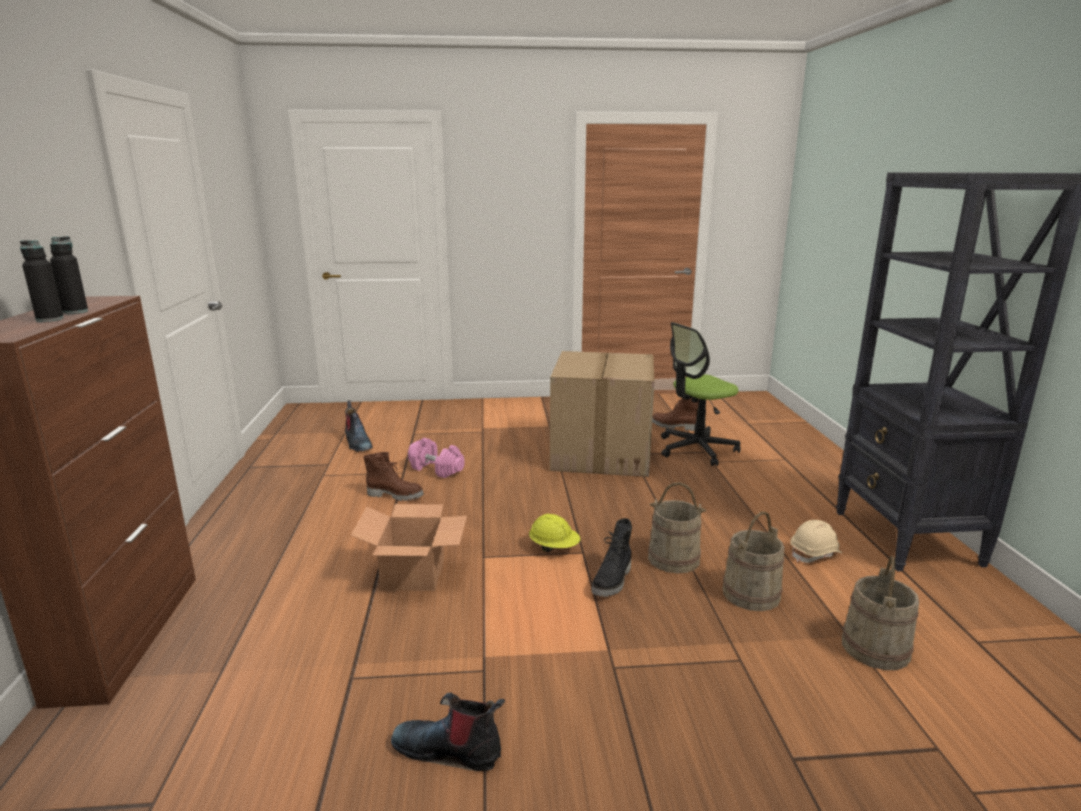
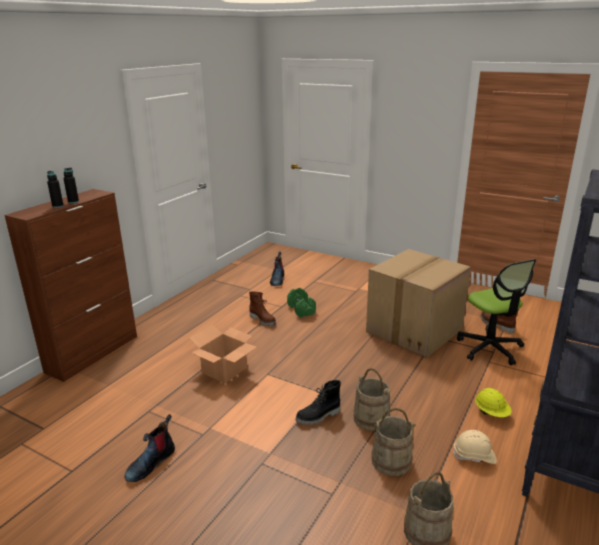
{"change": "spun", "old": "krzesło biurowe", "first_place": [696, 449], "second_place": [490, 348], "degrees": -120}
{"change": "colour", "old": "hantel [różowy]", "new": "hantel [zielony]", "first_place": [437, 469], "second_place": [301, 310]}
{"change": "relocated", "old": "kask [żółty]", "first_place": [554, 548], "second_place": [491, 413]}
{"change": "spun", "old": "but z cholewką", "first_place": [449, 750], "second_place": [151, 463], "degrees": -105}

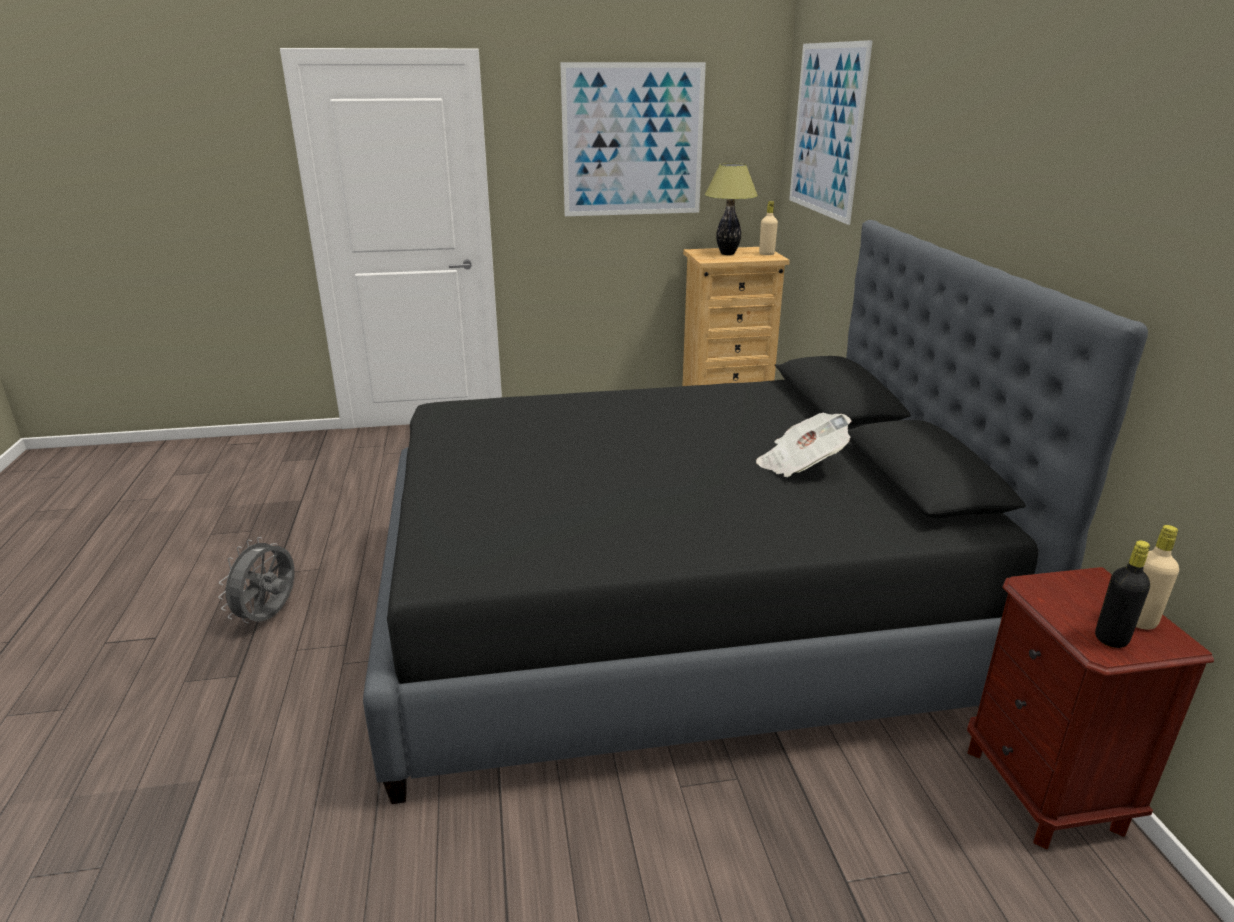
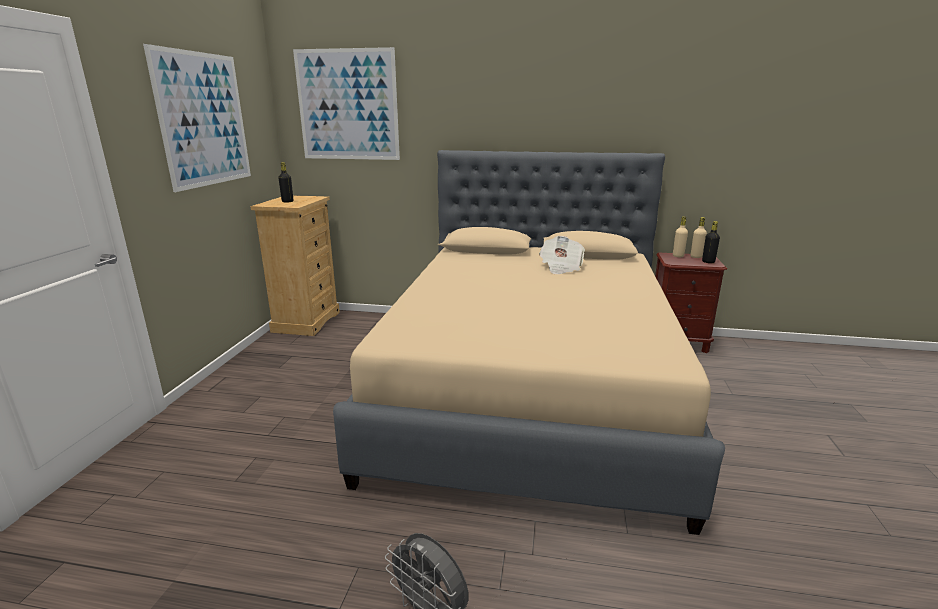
{"change": "exchanged", "old": "lampa stołowa", "new": "butelka [czarny]", "first_place": [727, 254], "second_place": [287, 201]}
{"change": "relocated", "old": "butelka [beżowy]", "first_place": [766, 254], "second_place": [678, 256]}
{"change": "colour", "old": "łóżko [czarny]", "new": "łóżko [beżowy]", "first_place": [674, 612], "second_place": [530, 390]}

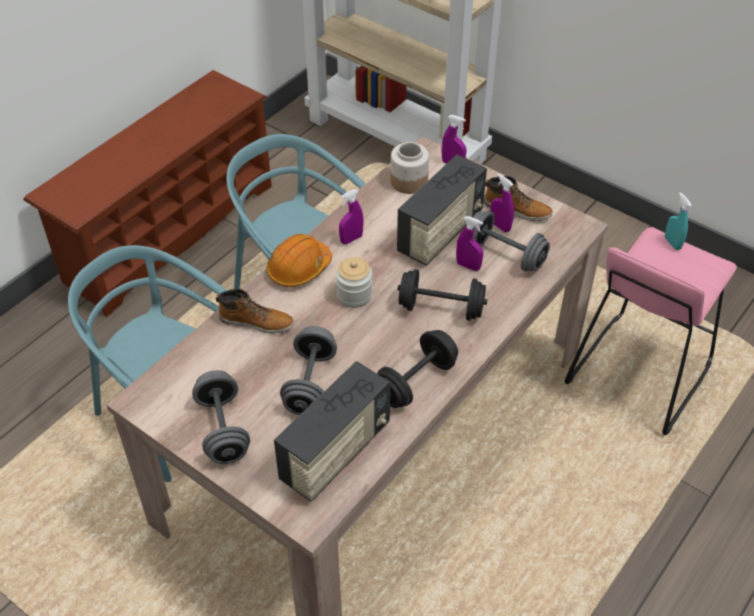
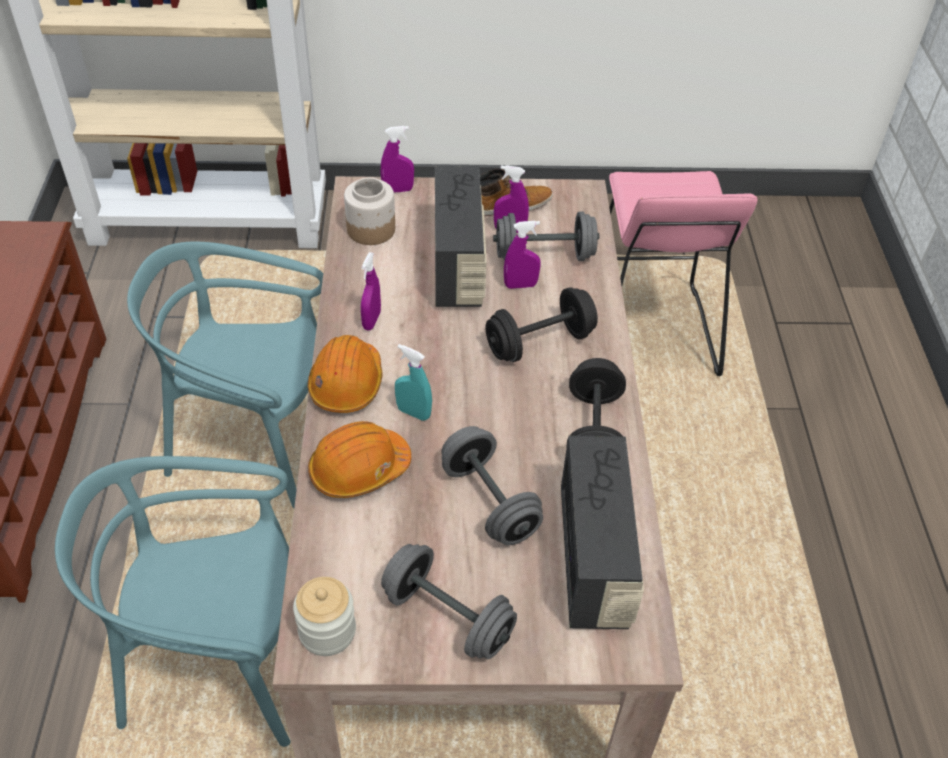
{"change": "relocated", "old": "spryskiwacz [turkusowy]", "first_place": [672, 243], "second_place": [413, 413]}
{"change": "relocated", "old": "słoik", "first_place": [354, 295], "second_place": [327, 631]}
{"change": "exchanged", "old": "but z cholewką", "new": "kask [pomarańczowy]", "first_place": [257, 321], "second_place": [359, 469]}

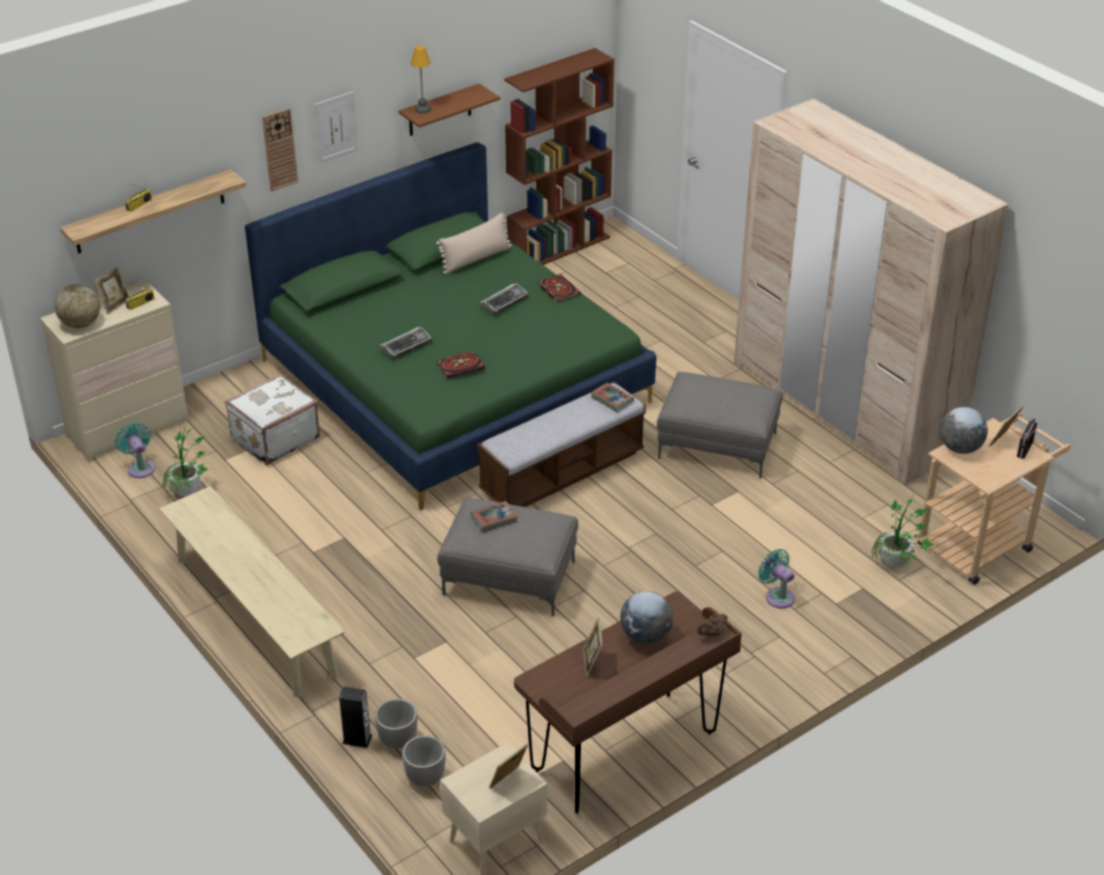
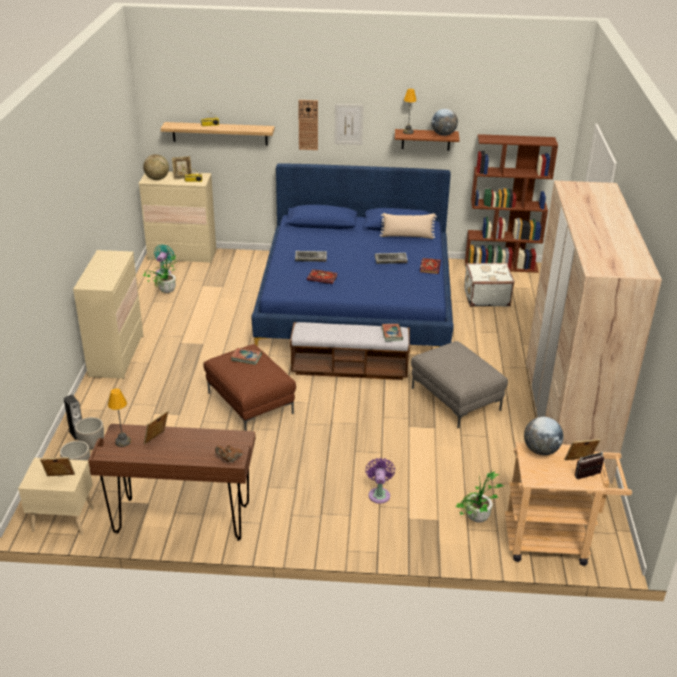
{"change": "colour", "old": "łóżko [zielony]", "new": "łóżko [niebieski]", "first_place": [454, 381], "second_place": [356, 301]}
{"change": "relocated", "old": "walizka [biały]", "first_place": [274, 438], "second_place": [486, 297]}
{"change": "exchanged", "old": "ławka [beżowy]", "new": "komoda [beżowy]", "first_place": [255, 616], "second_place": [116, 356]}
{"change": "colour", "old": "pufa [szary]", "new": "pufa [brązowy]", "first_place": [507, 579], "second_place": [249, 403]}
{"change": "colour", "old": "wentylator [turkusowy]", "new": "wentylator [fioletowy]", "first_place": [777, 596], "second_place": [379, 494]}
{"change": "relocated", "old": "globus", "first_place": [646, 636], "second_place": [443, 134]}
{"change": "appeared", "new": "lampa stołowa", "second_place": [123, 441]}

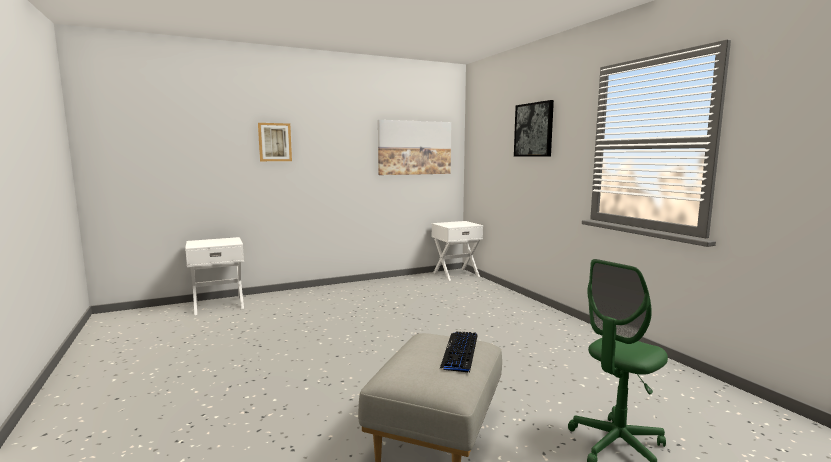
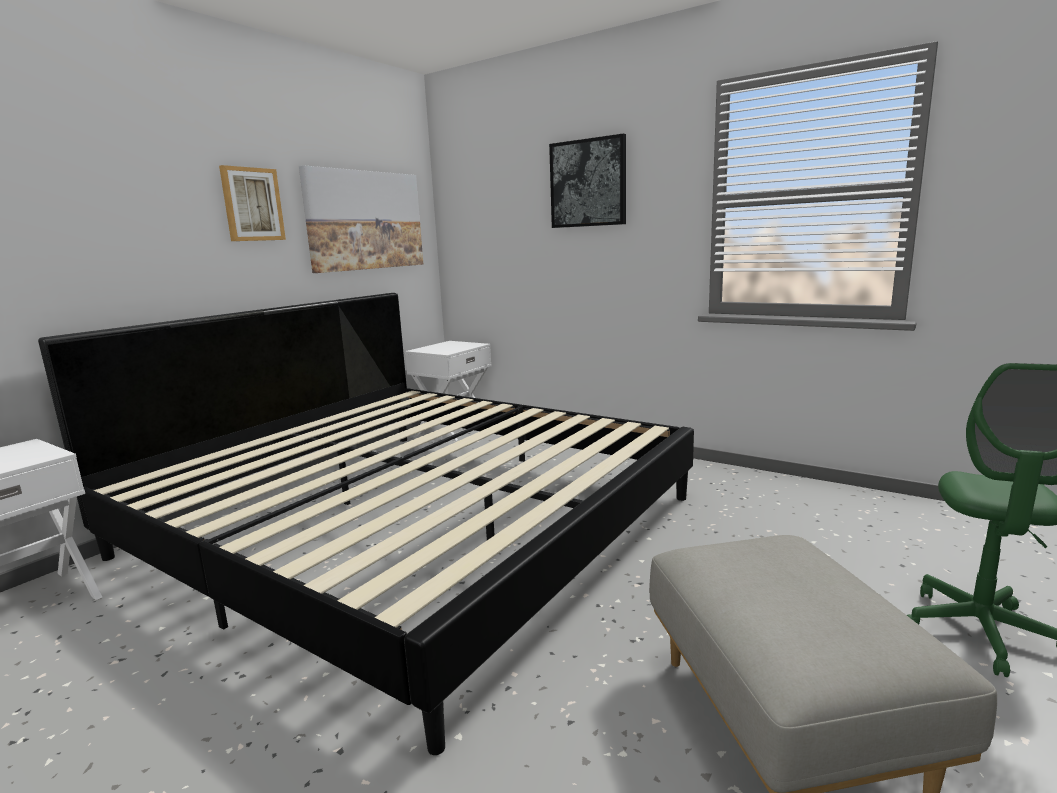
{"change": "relocated", "old": "obraz", "first_place": [275, 142], "second_place": [252, 204]}
{"change": "missing", "old": "klawiatura", "first_place": [460, 352]}
{"change": "appeared", "new": "łóżko", "second_place": [412, 525]}

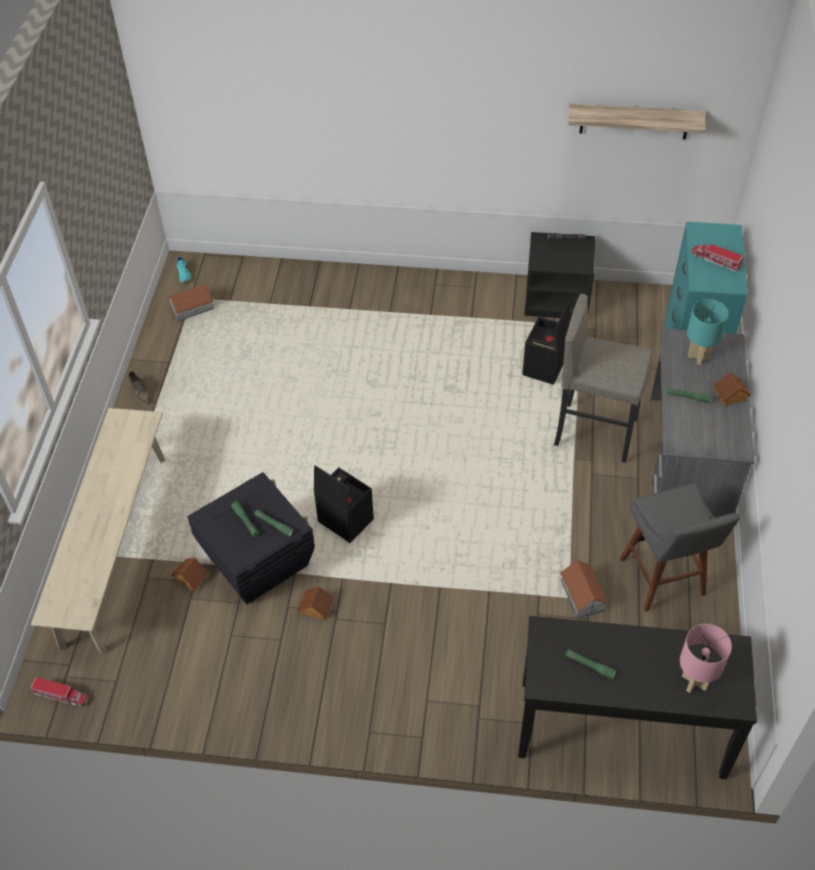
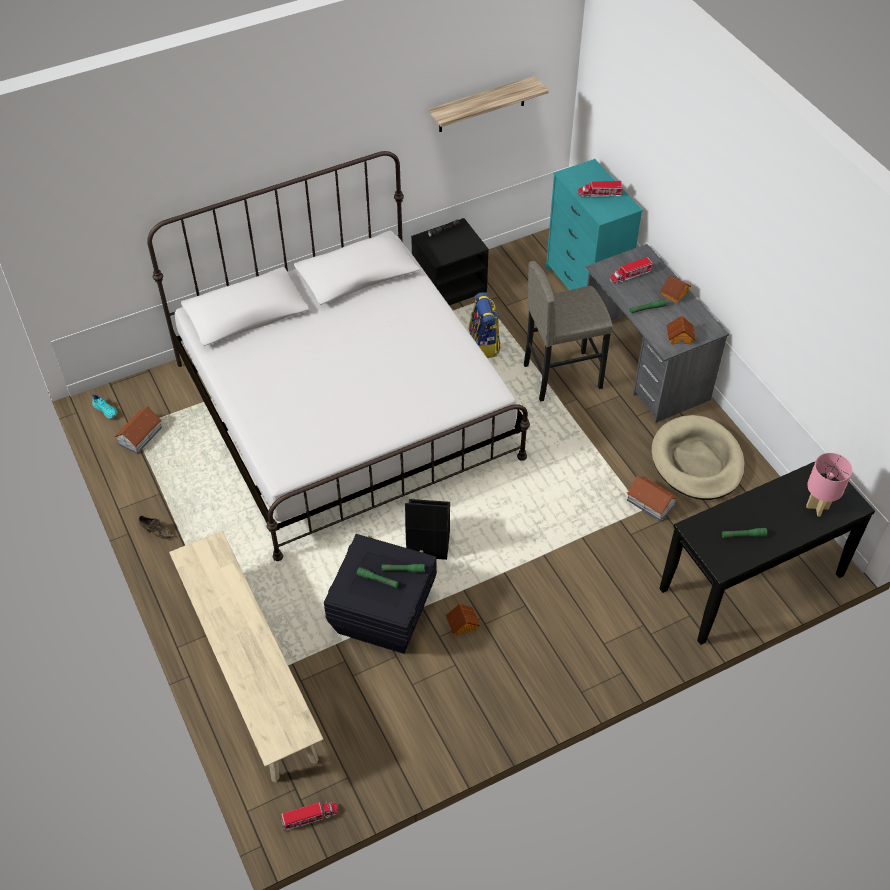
{"change": "exchanged", "old": "lampa stołowa [turkusowy]", "new": "ciężarówka zabawkowa", "first_place": [698, 357], "second_place": [630, 275]}
{"change": "exchanged", "old": "pojemnik do przechowywania [czarny]", "new": "plecak", "first_place": [544, 368], "second_place": [484, 345]}
{"change": "exchanged", "old": "stołek [szary]", "new": "legowisko [beżowy]", "first_place": [664, 580], "second_place": [697, 461]}
{"change": "relocated", "old": "domek", "first_place": [191, 577], "second_place": [680, 337]}
{"change": "appeared", "new": "łóżko [biały]", "second_place": [345, 409]}

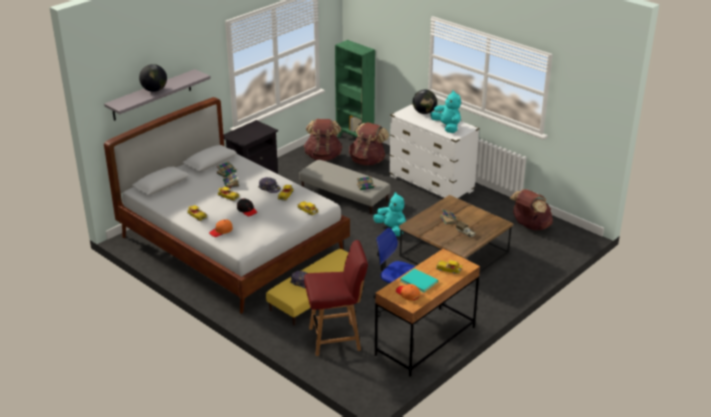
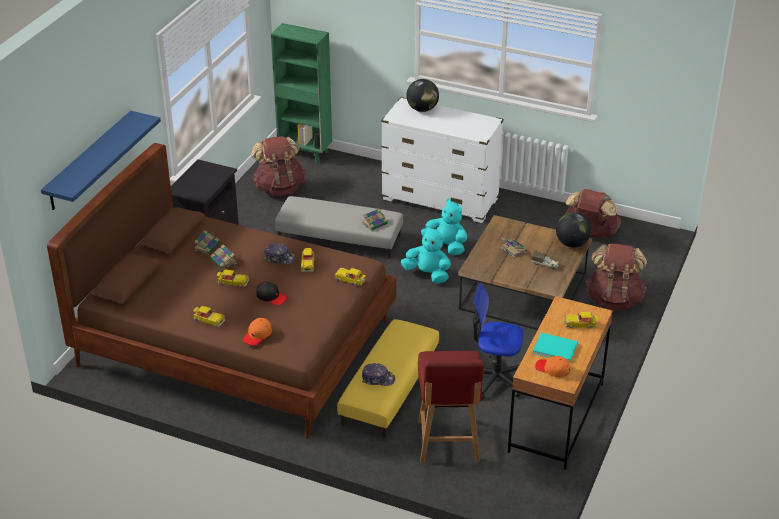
{"change": "relocated", "old": "globus", "first_place": [154, 90], "second_place": [572, 244]}
{"change": "colour", "old": "półka [szary]", "new": "półka [niebieski]", "first_place": [152, 95], "second_place": [89, 161]}
{"change": "relocated", "old": "pluszak [turkusowy]", "first_place": [447, 127], "second_place": [446, 246]}
{"change": "colour", "old": "łóżko [biały]", "new": "łóżko [brązowy]", "first_place": [232, 245], "second_place": [236, 344]}
{"change": "relocated", "old": "plecak [brązowy]", "first_place": [368, 161], "second_place": [614, 300]}
{"change": "spun", "old": "krzesło [czerwony]", "first_place": [336, 338], "second_place": [448, 442], "degrees": 120}

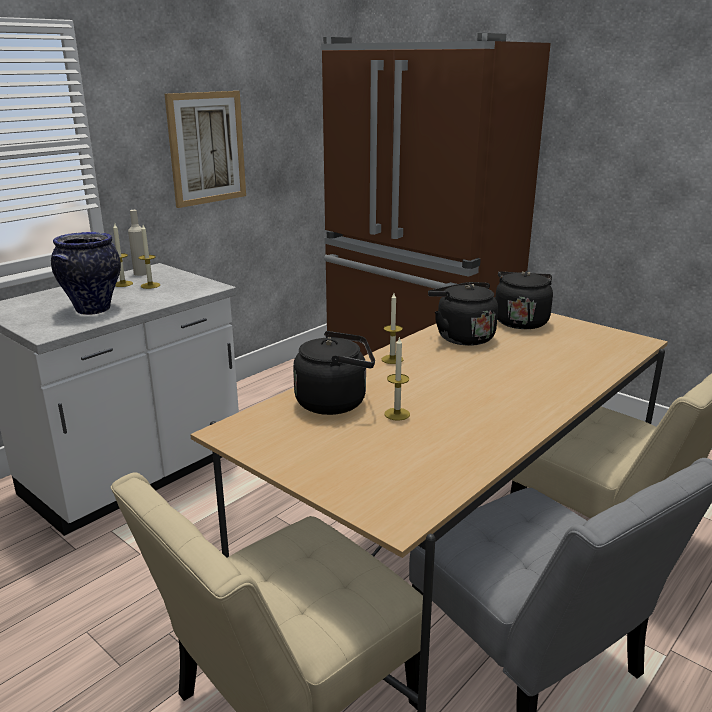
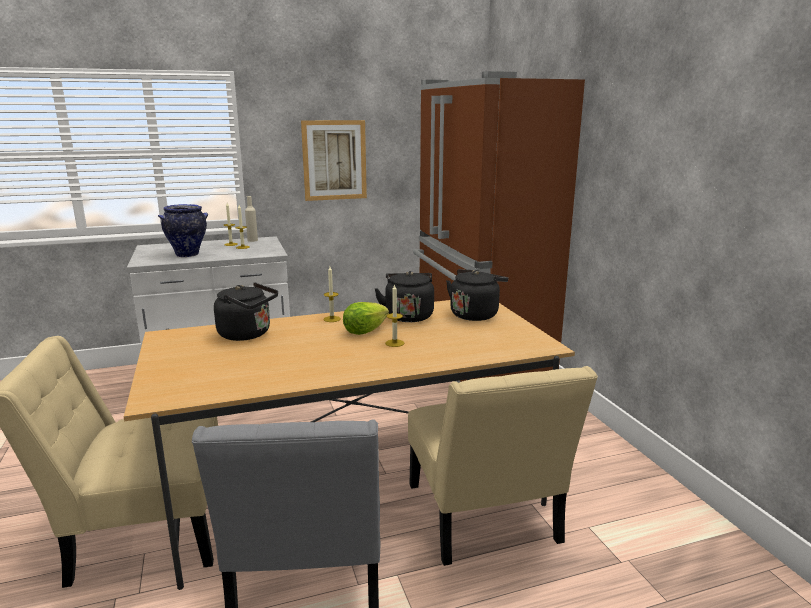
{"change": "relocated", "old": "świeca", "first_place": [397, 414], "second_place": [394, 343]}
{"change": "appeared", "new": "sałata", "second_place": [364, 331]}

